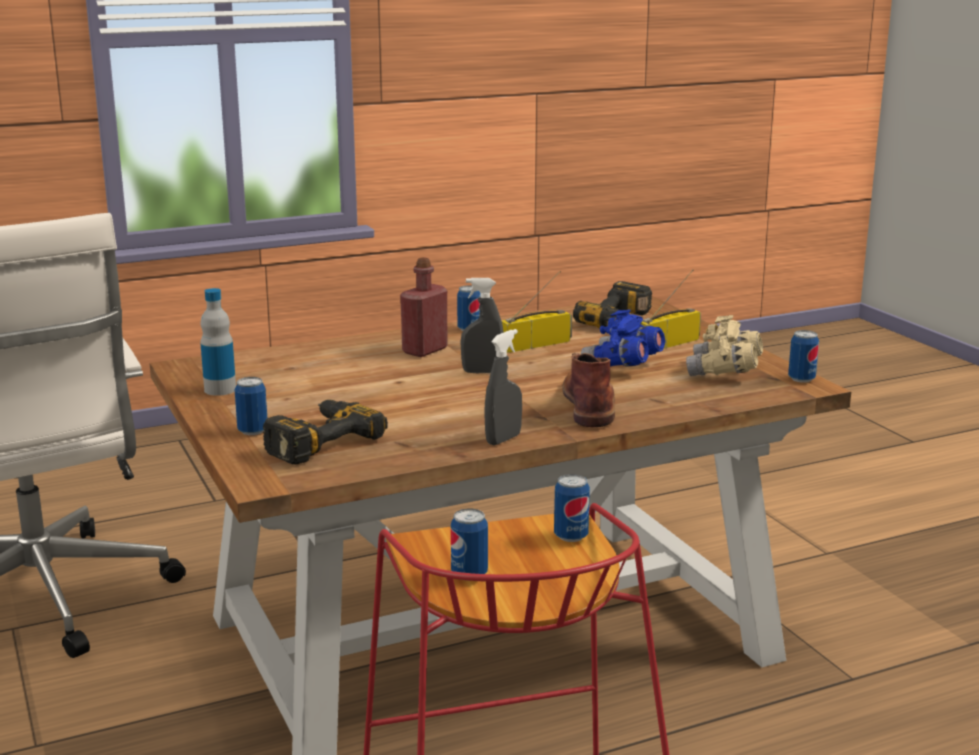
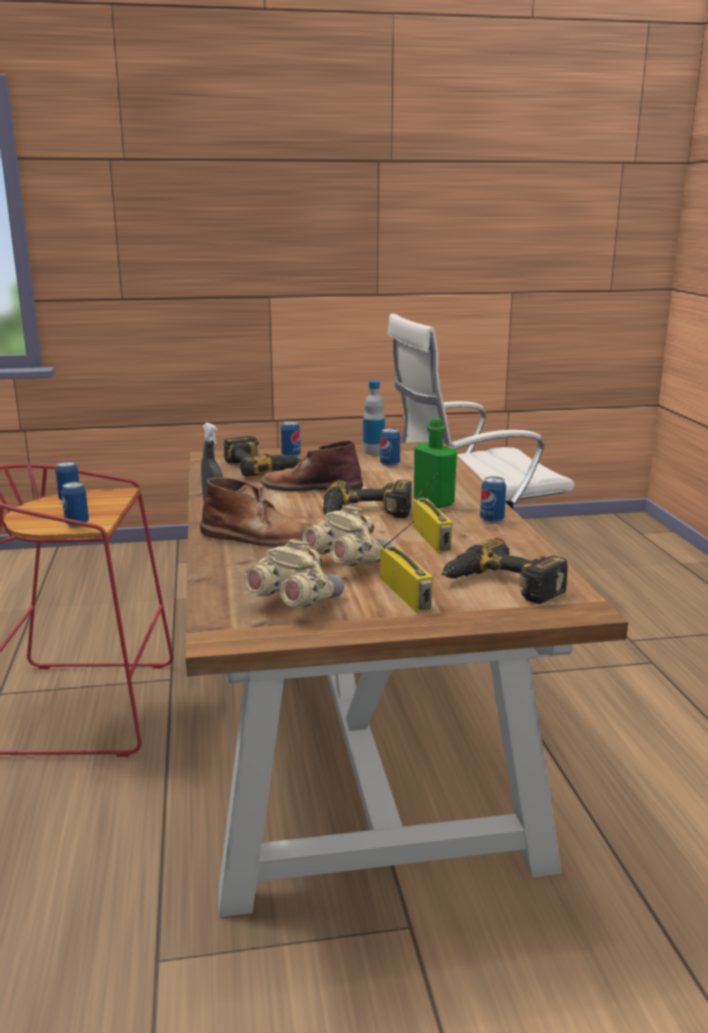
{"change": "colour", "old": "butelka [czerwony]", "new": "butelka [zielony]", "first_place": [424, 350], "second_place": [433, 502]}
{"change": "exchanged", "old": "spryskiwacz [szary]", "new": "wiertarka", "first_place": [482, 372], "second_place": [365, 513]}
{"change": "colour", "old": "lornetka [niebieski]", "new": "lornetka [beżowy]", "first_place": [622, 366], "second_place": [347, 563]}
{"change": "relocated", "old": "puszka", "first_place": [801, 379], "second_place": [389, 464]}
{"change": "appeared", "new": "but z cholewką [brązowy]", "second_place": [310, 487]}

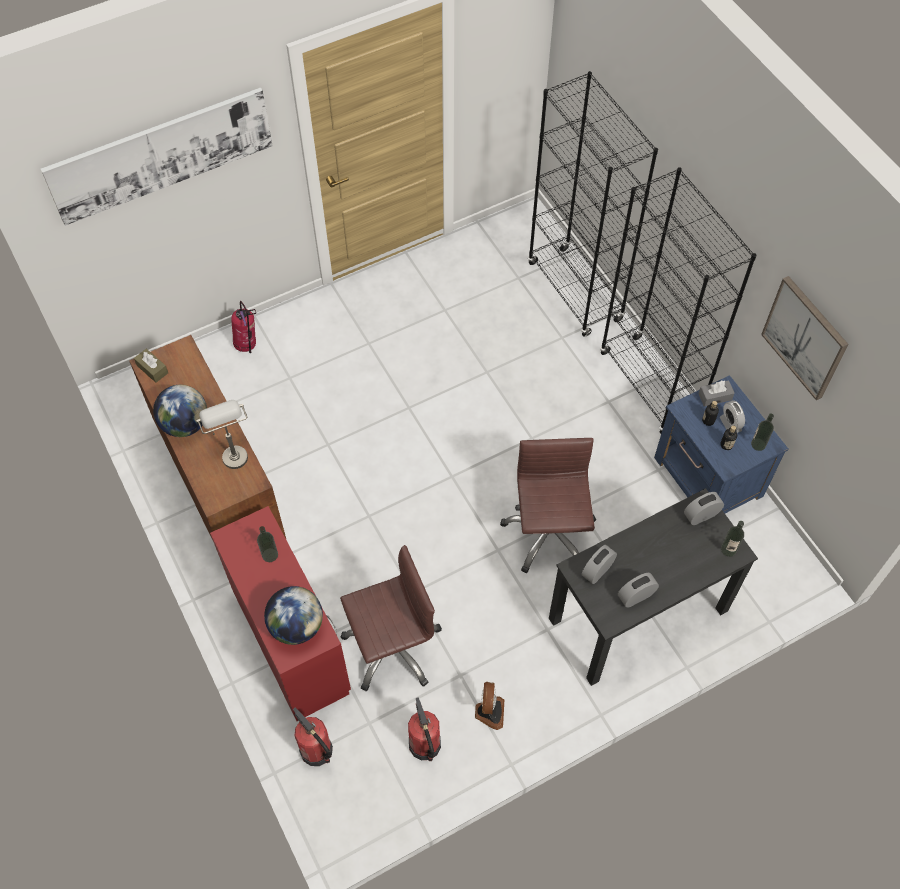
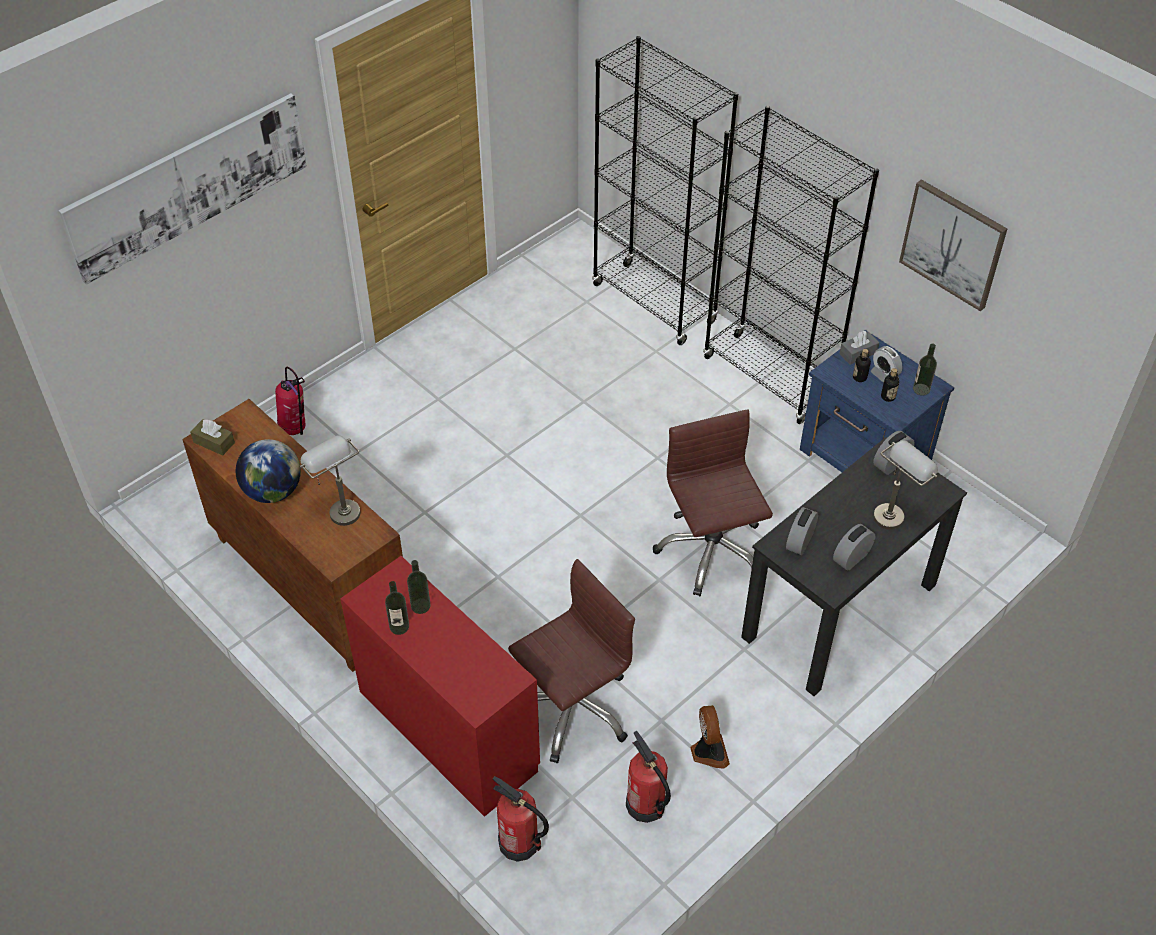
{"change": "relocated", "old": "butelka", "first_place": [728, 549], "second_place": [399, 626]}
{"change": "missing", "old": "globus", "first_place": [296, 626]}
{"change": "appeared", "new": "lampa stołowa [szary]", "second_place": [894, 511]}

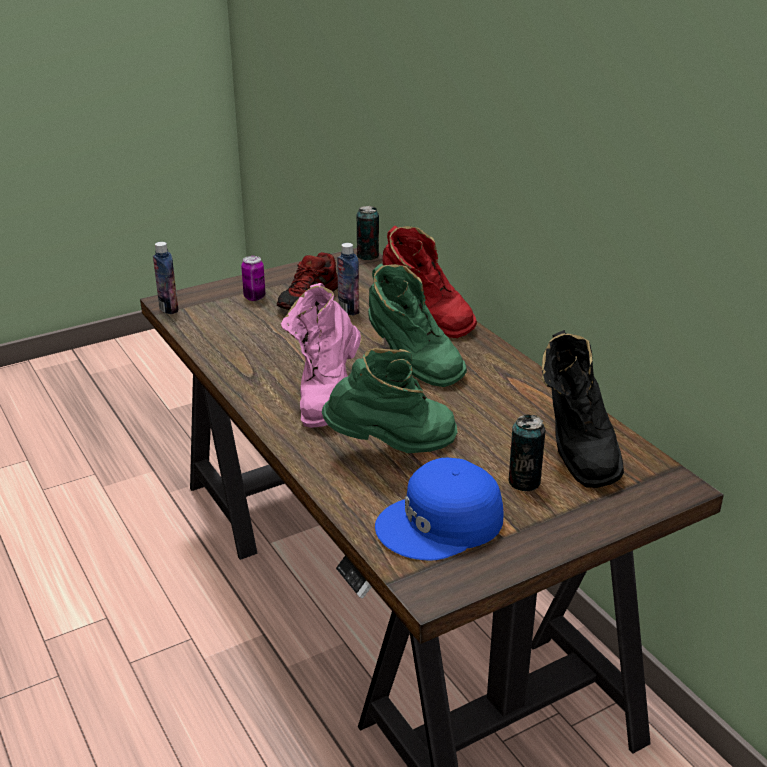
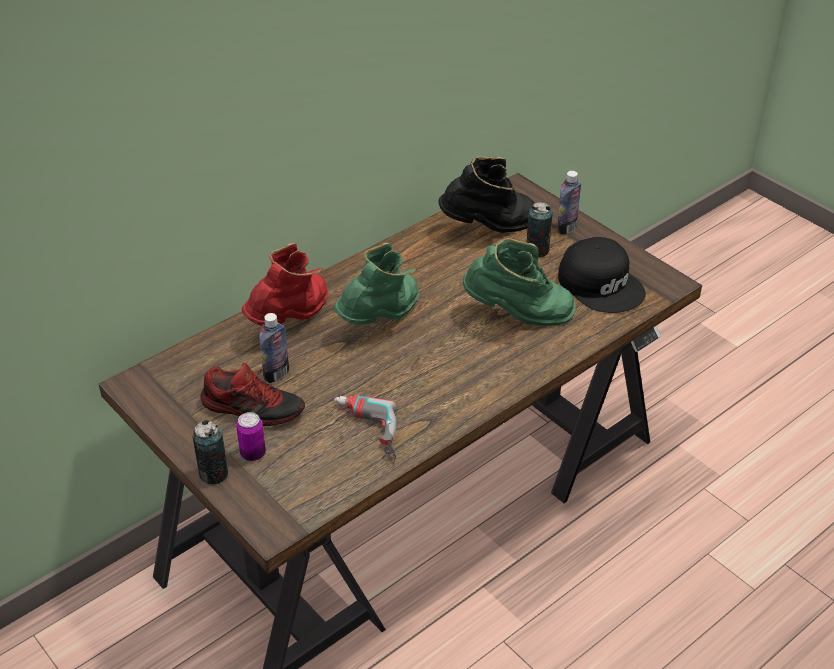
{"change": "relocated", "old": "puszka", "first_place": [367, 256], "second_place": [213, 474]}
{"change": "relocated", "old": "butelka", "first_place": [168, 309], "second_place": [566, 228]}
{"change": "missing", "old": "but z cholewką [różowy]", "first_place": [327, 397]}
{"change": "spun", "old": "but z cholewką [zielony]", "first_place": [393, 448], "second_place": [518, 316], "degrees": 120}
{"change": "colour", "old": "czapka z daszkiem [niebieski]", "new": "czapka z daszkiem [czarny]", "first_place": [441, 524], "second_place": [601, 284]}
{"change": "appeared", "new": "wiertarka", "second_place": [364, 432]}

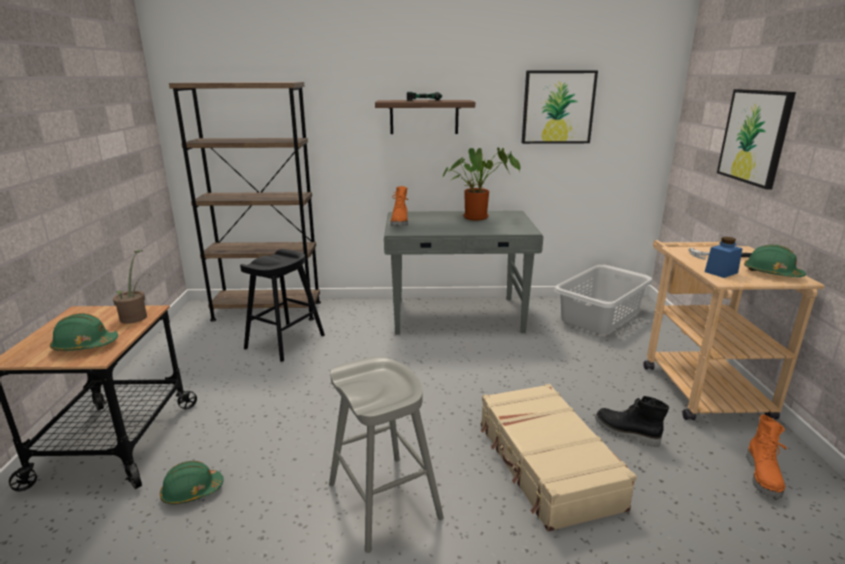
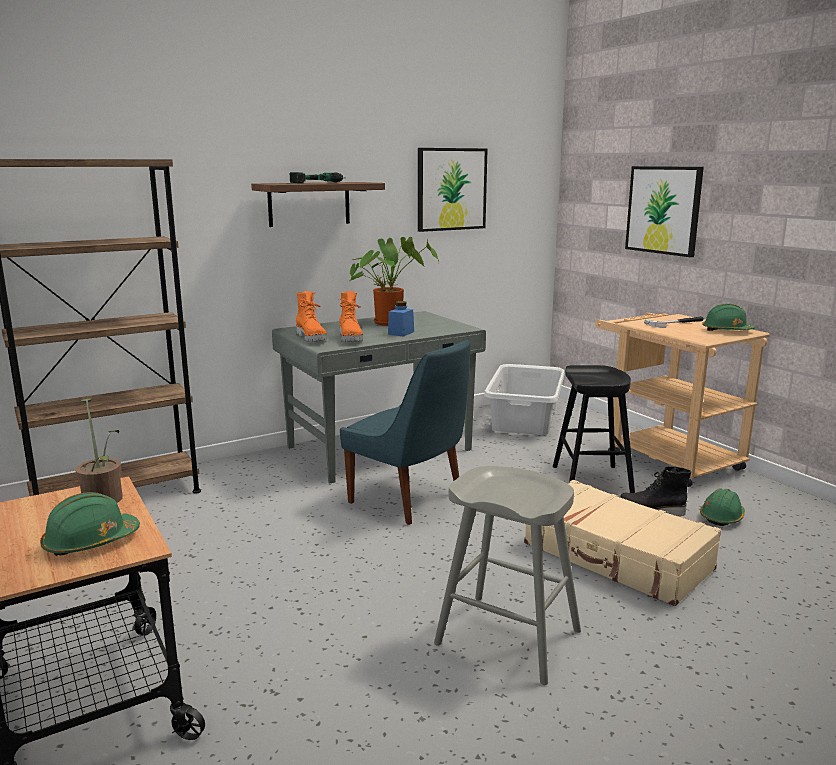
{"change": "relocated", "old": "słoik [niebieski]", "first_place": [721, 272], "second_place": [401, 333]}
{"change": "relocated", "old": "stołek [czarny]", "first_place": [285, 342], "second_place": [591, 482]}
{"change": "relocated", "old": "but z cholewką [pomarańczowy]", "first_place": [764, 477], "second_place": [351, 338]}
{"change": "relocated", "old": "kask [zielony]", "first_place": [192, 491], "second_place": [722, 517]}
{"change": "appeared", "new": "krzesło [niebieski]", "second_place": [409, 499]}

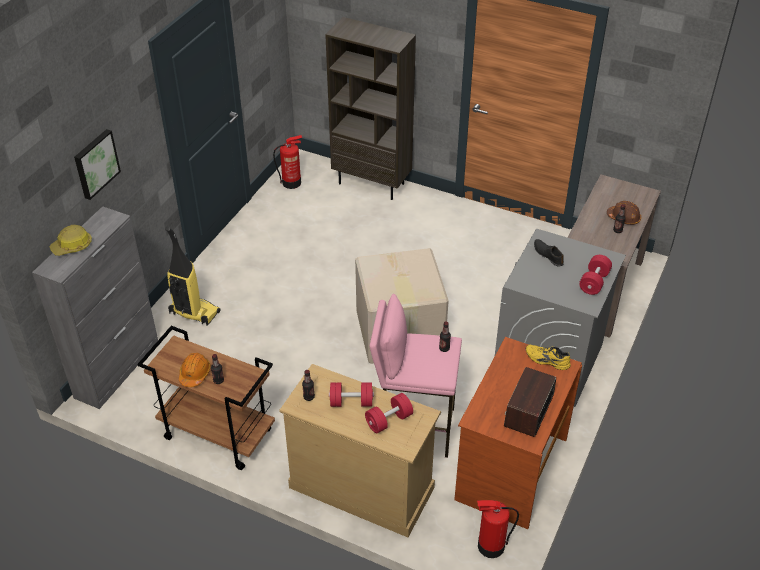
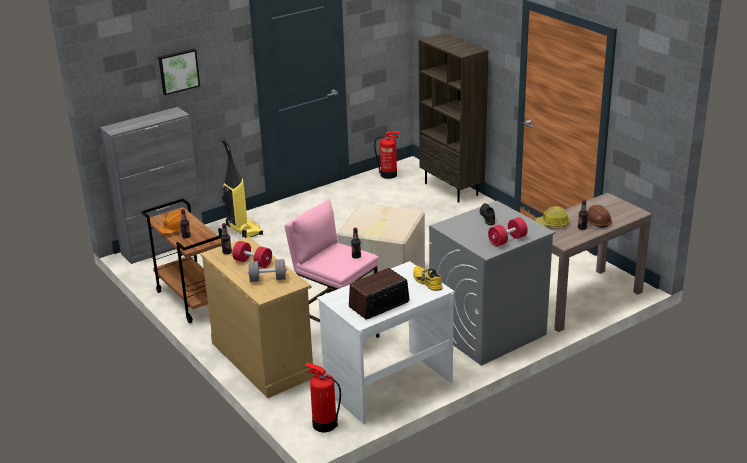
{"change": "relocated", "old": "kask", "first_place": [72, 246], "second_place": [553, 224]}
{"change": "colour", "old": "biurko [brązowy]", "new": "biurko [biały]", "first_place": [510, 468], "second_place": [388, 385]}
{"change": "colour", "old": "hantel [czerwony]", "new": "hantel [szary]", "first_place": [389, 420], "second_place": [268, 279]}

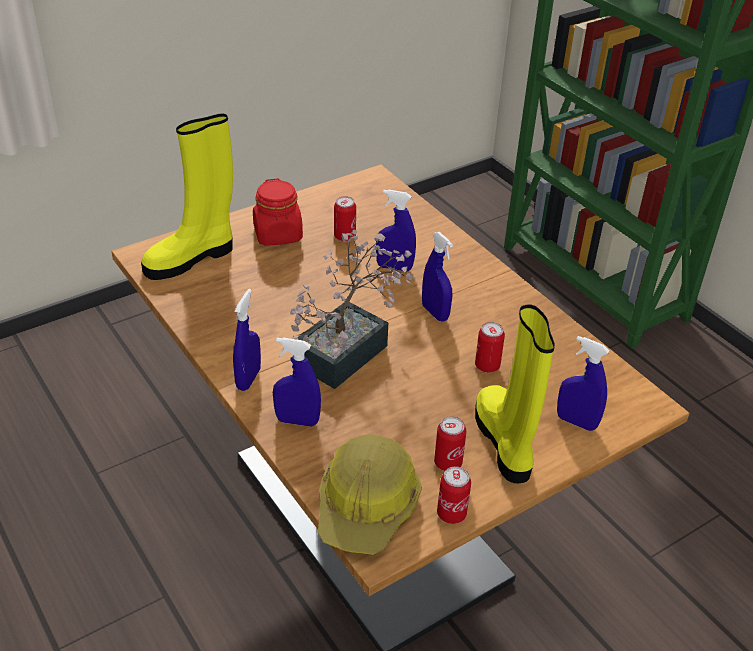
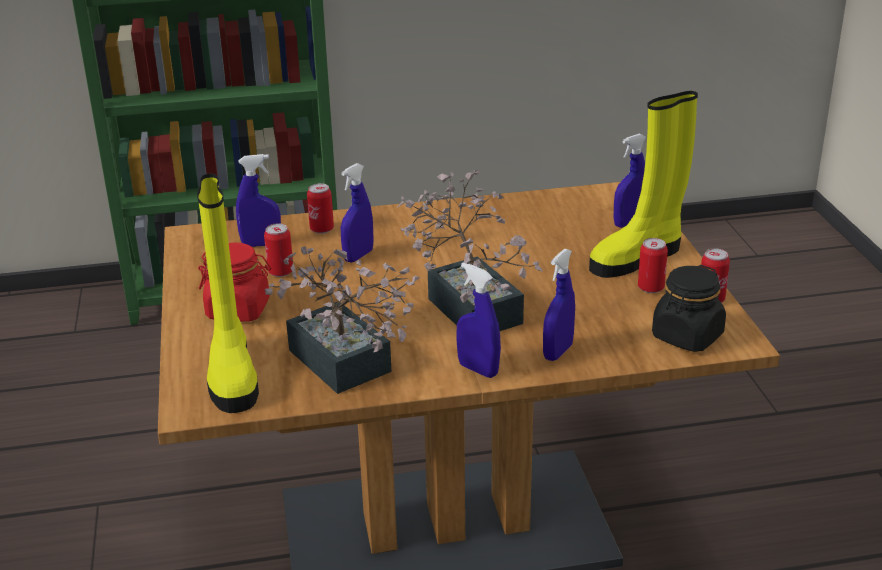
{"change": "relocated", "old": "spryskiwacz [niebieski]", "first_place": [435, 313], "second_place": [261, 244]}
{"change": "spun", "old": "but z cholewką [żółty]", "first_place": [505, 442], "second_place": [638, 257], "degrees": -45}
{"change": "relocated", "old": "puszka", "first_place": [487, 366], "second_place": [321, 229]}
{"change": "exchanged", "old": "kask", "new": "słoik [czarny]", "first_place": [367, 506], "second_place": [687, 336]}
{"change": "appeared", "new": "roślina doniczkowa", "second_place": [345, 367]}

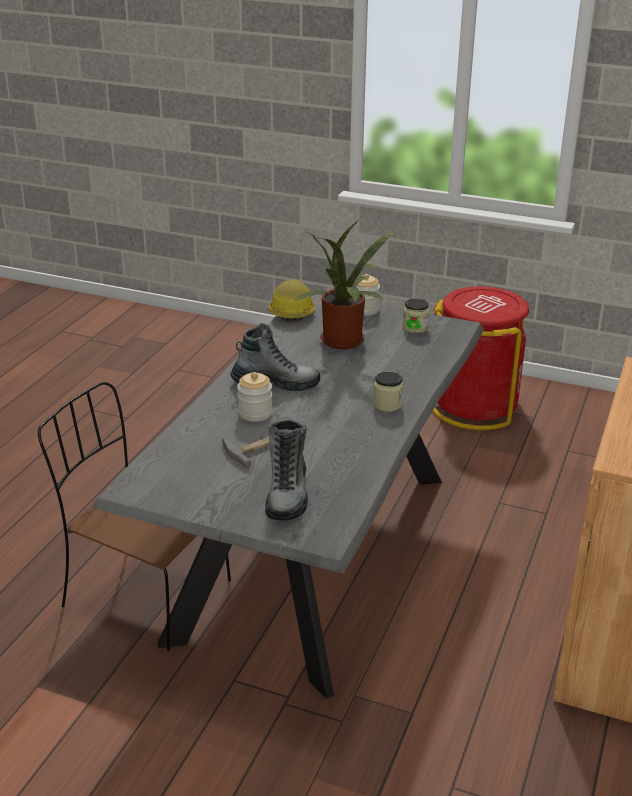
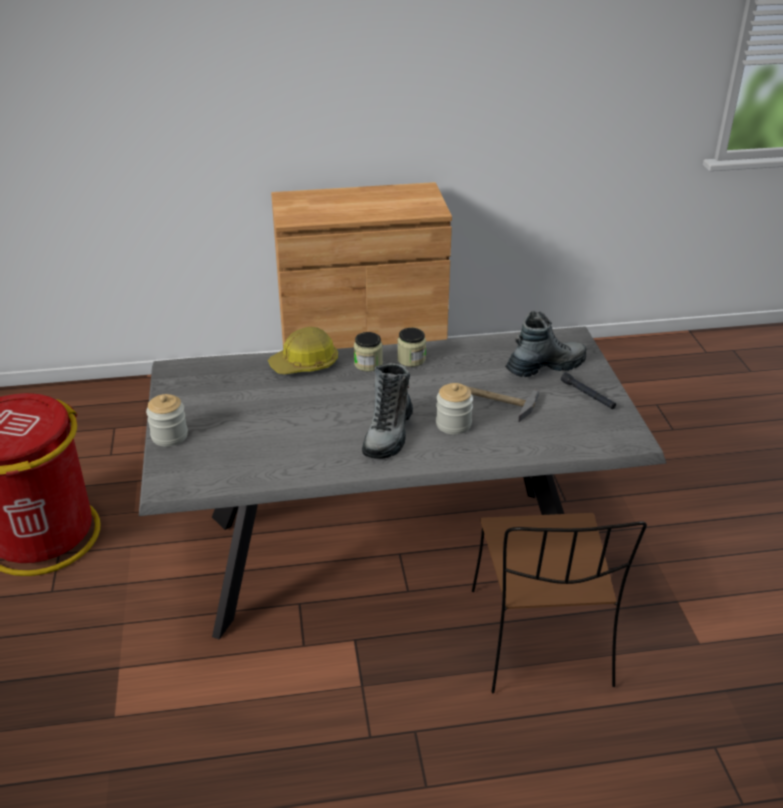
{"change": "missing", "old": "roślina doniczkowa", "first_place": [345, 343]}
{"change": "relocated", "old": "kask", "first_place": [292, 311], "second_place": [305, 364]}
{"change": "relocated", "old": "słoik", "first_place": [415, 328], "second_place": [411, 359]}
{"change": "spun", "old": "but z cholewką", "first_place": [275, 383], "second_place": [388, 434], "degrees": -135}
{"change": "appeared", "new": "latarka [czarny]", "second_place": [588, 395]}

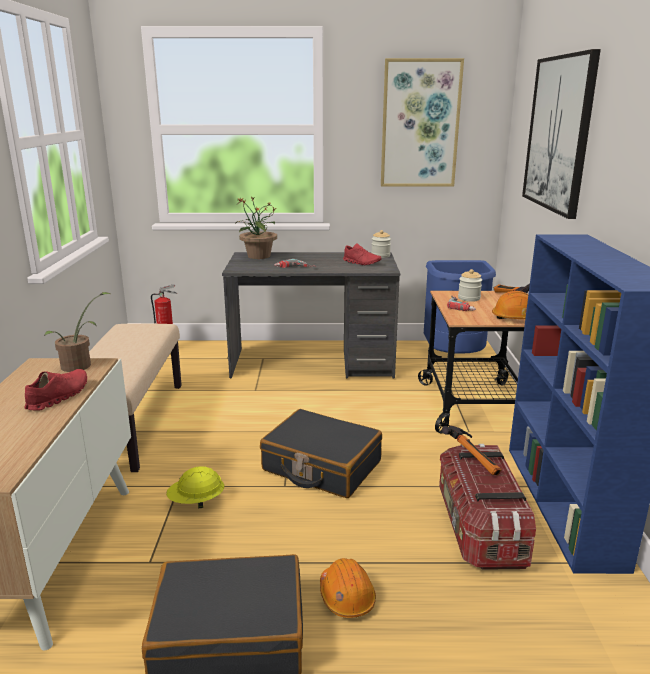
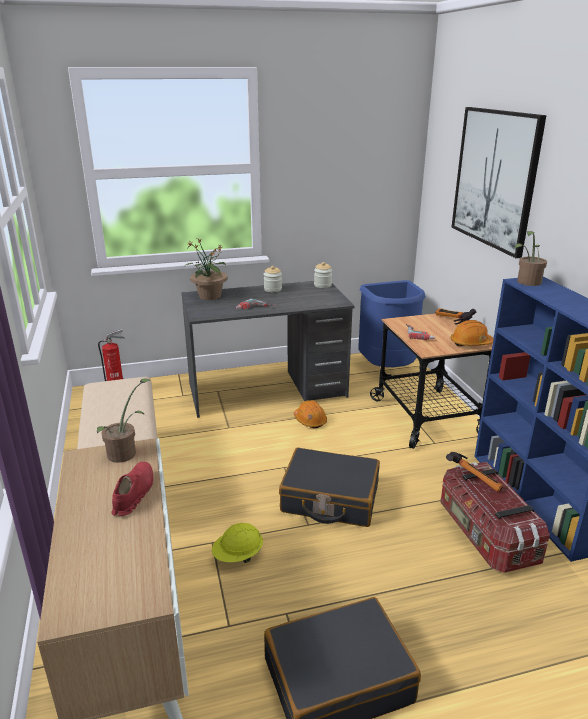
{"change": "missing", "old": "obraz", "first_place": [420, 124]}
{"change": "missing", "old": "but [czerwony]", "first_place": [362, 263]}
{"change": "relocated", "old": "słoik", "first_place": [469, 298], "second_place": [273, 289]}
{"change": "relocated", "old": "kask [pomarańczowy]", "first_place": [346, 597], "second_place": [310, 420]}
{"change": "appeared", "new": "roślina doniczkowa", "second_place": [527, 283]}

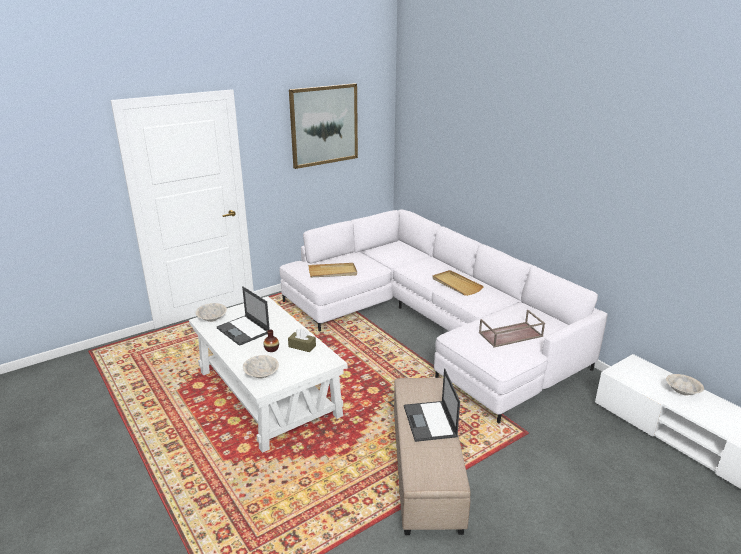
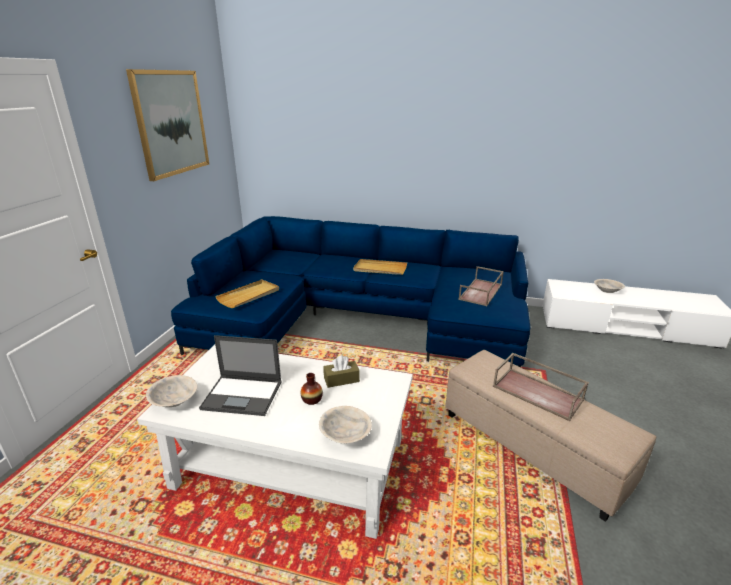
{"change": "colour", "old": "kanapa [biały]", "new": "kanapa [niebieski]", "first_place": [430, 323], "second_place": [358, 317]}
{"change": "exchanged", "old": "laptop", "new": "taca [brązowy]", "first_place": [430, 422], "second_place": [538, 393]}

